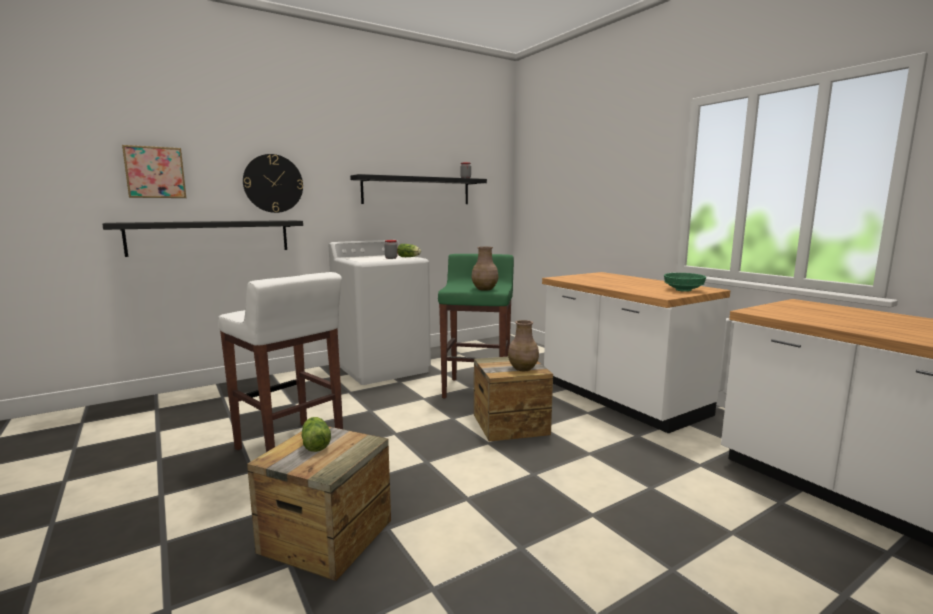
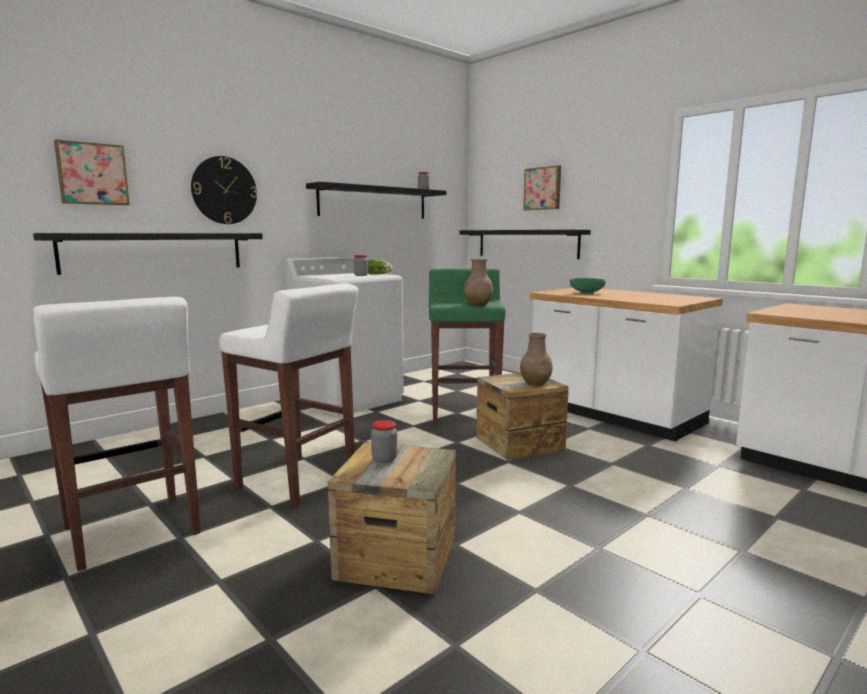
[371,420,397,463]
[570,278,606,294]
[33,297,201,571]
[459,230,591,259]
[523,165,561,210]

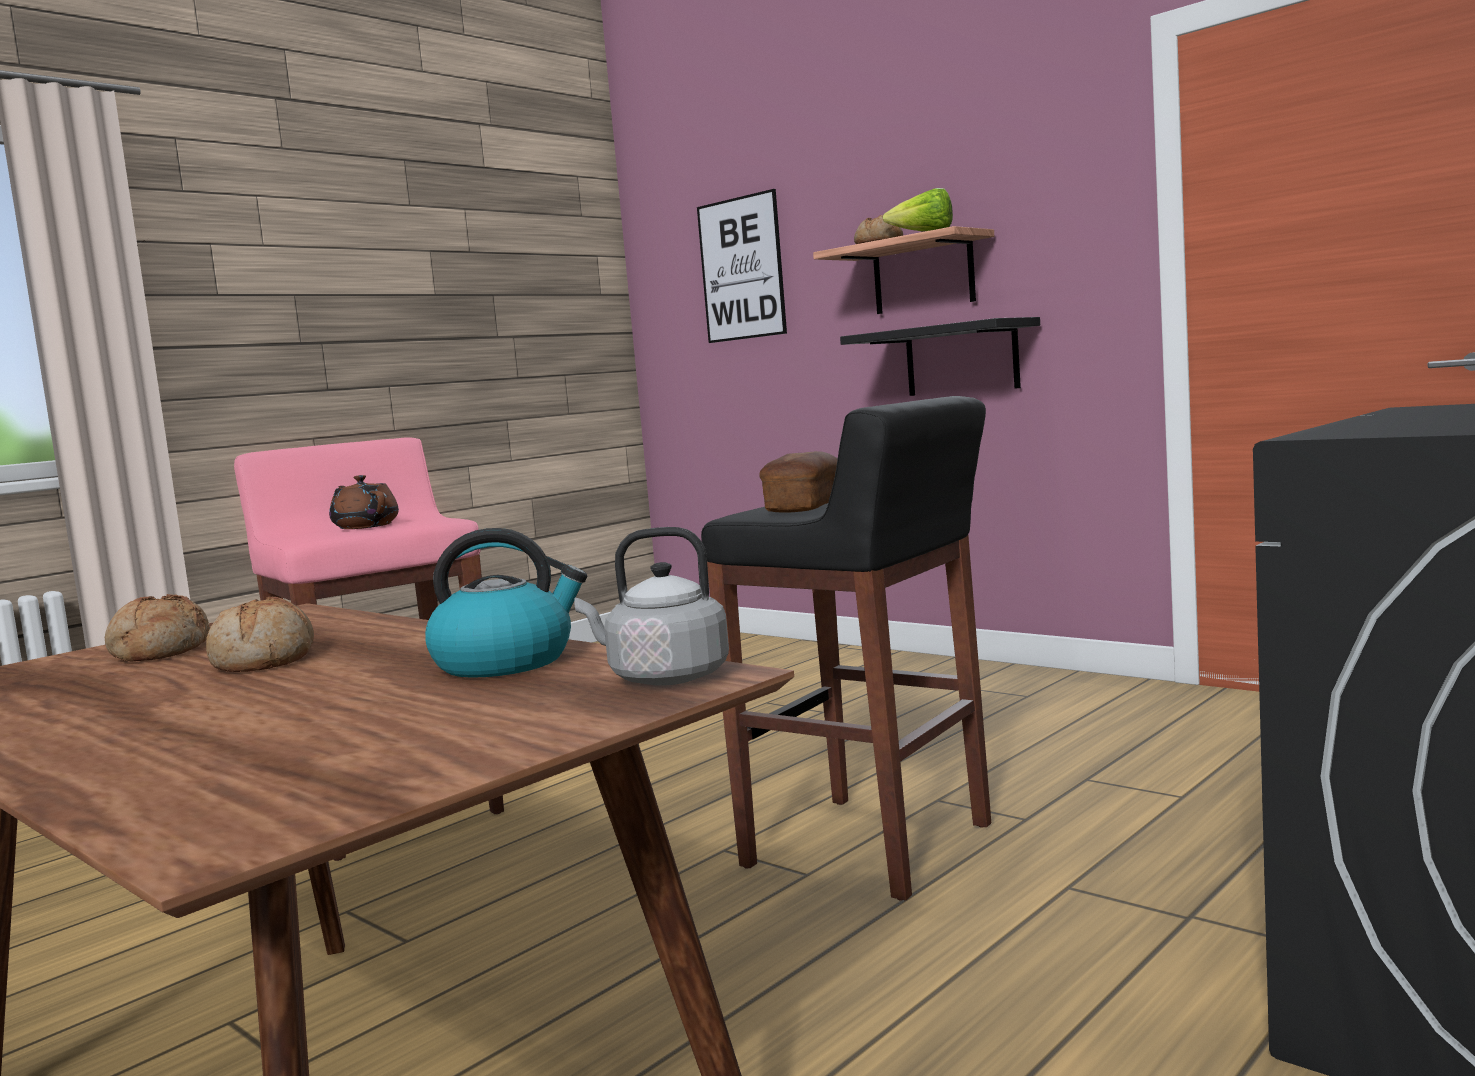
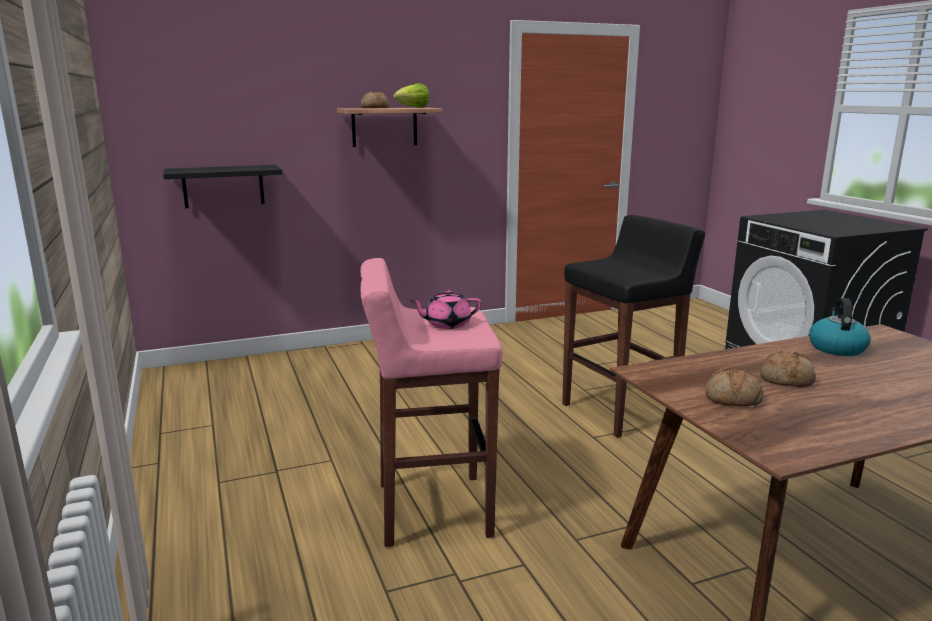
[410,290,481,329]
[574,527,729,686] (first image)
[697,189,787,343] (first image)
[759,451,838,513] (first image)
[163,165,283,208]

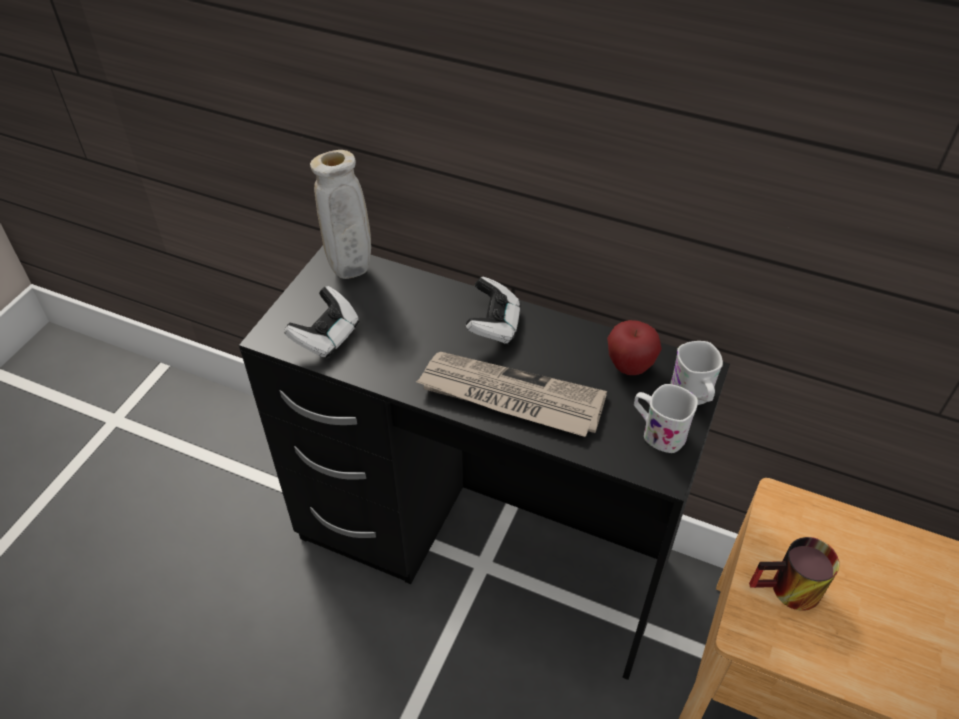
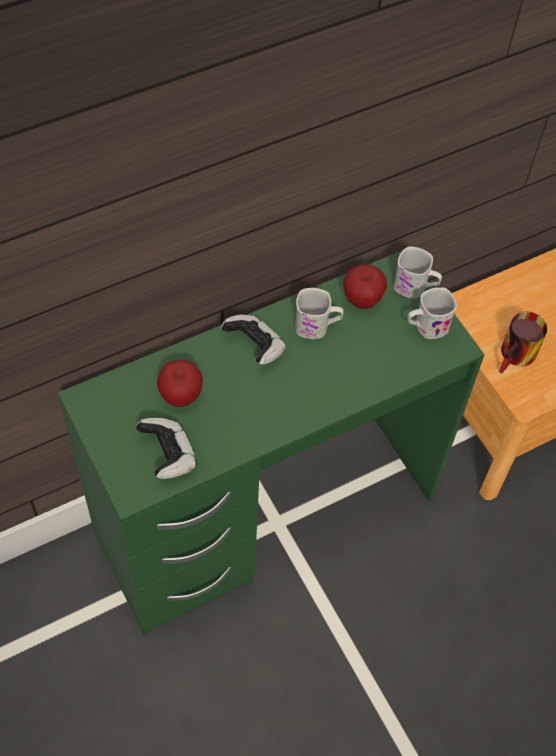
[58,250,485,635]
[310,150,371,279] (first image)
[416,352,607,437] (first image)
[157,360,203,407]
[295,288,344,339]

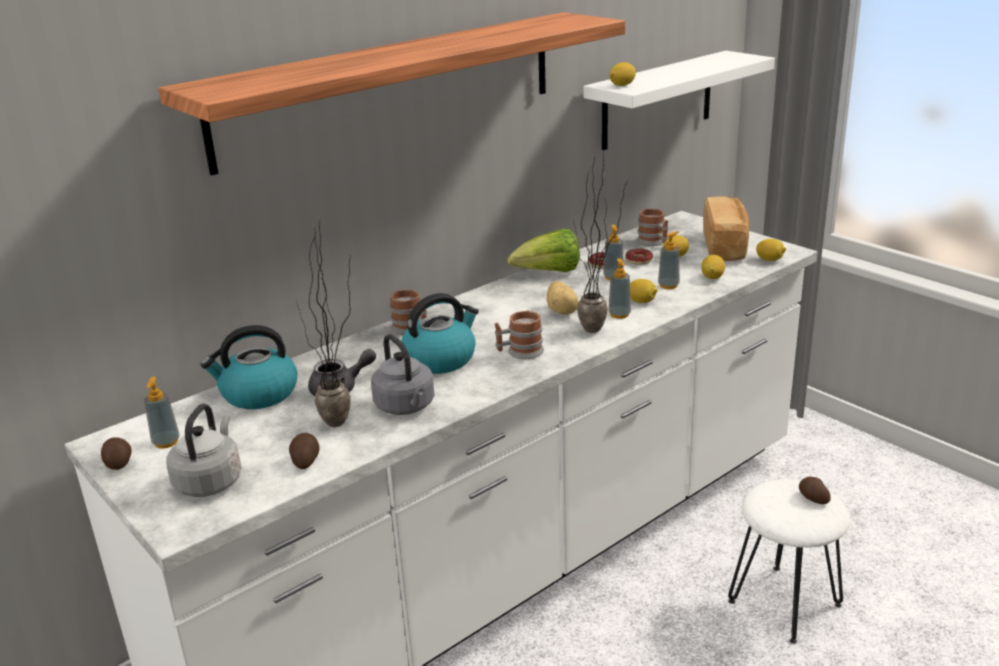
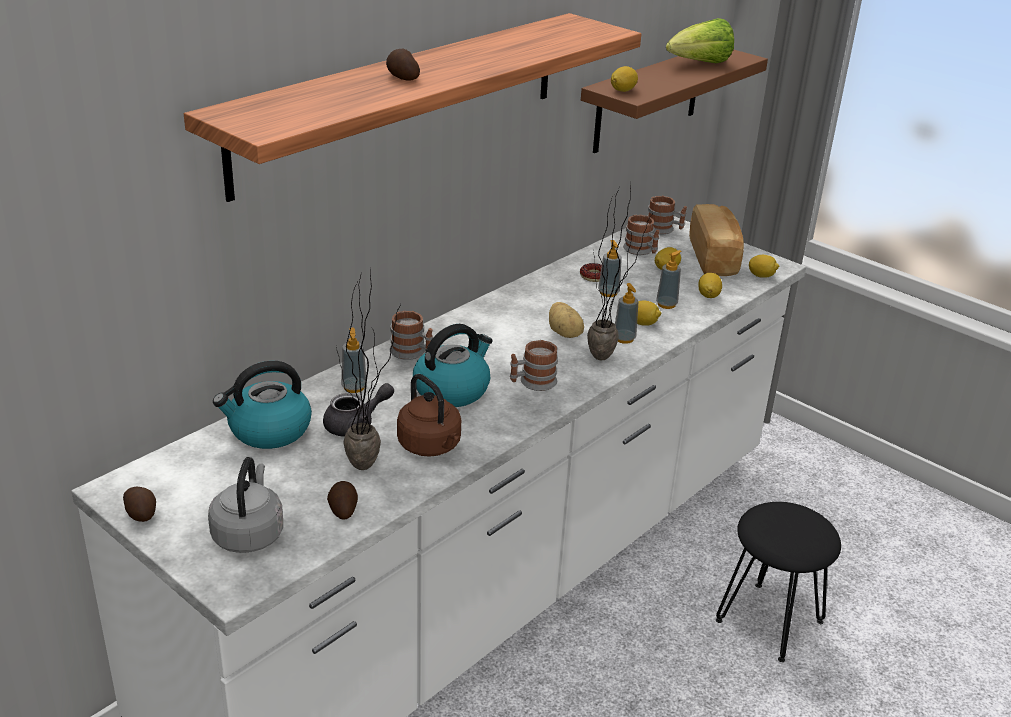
[341,328,366,393]
[397,374,461,457]
[666,18,734,63]
[581,49,768,153]
[625,248,653,265] (first image)
[716,502,841,662]
[386,49,420,81]
[647,196,687,234]

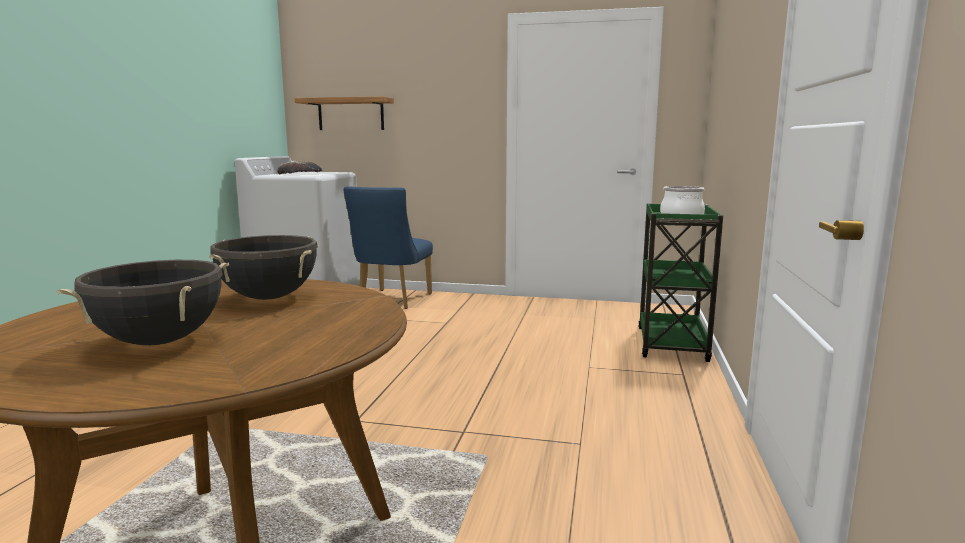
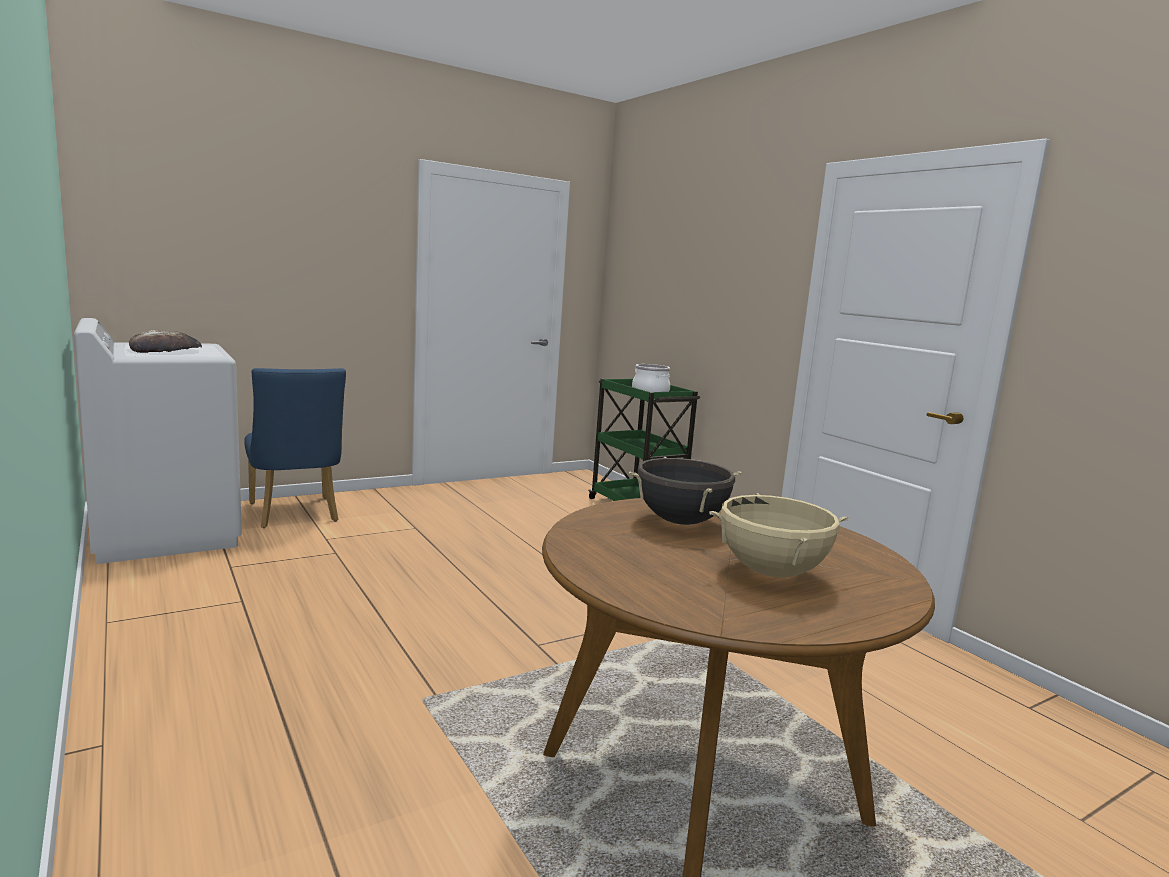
[709,493,849,577]
[294,96,394,130] (first image)

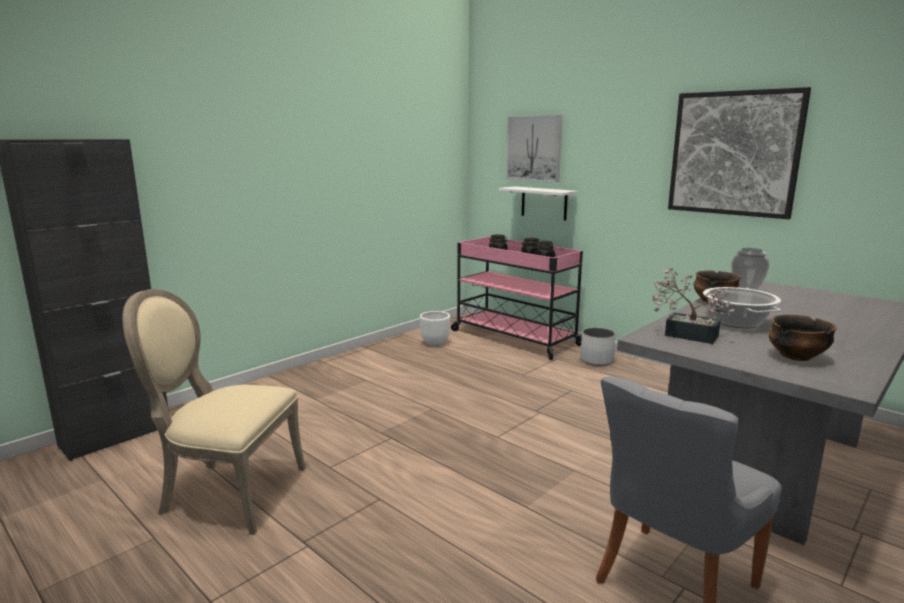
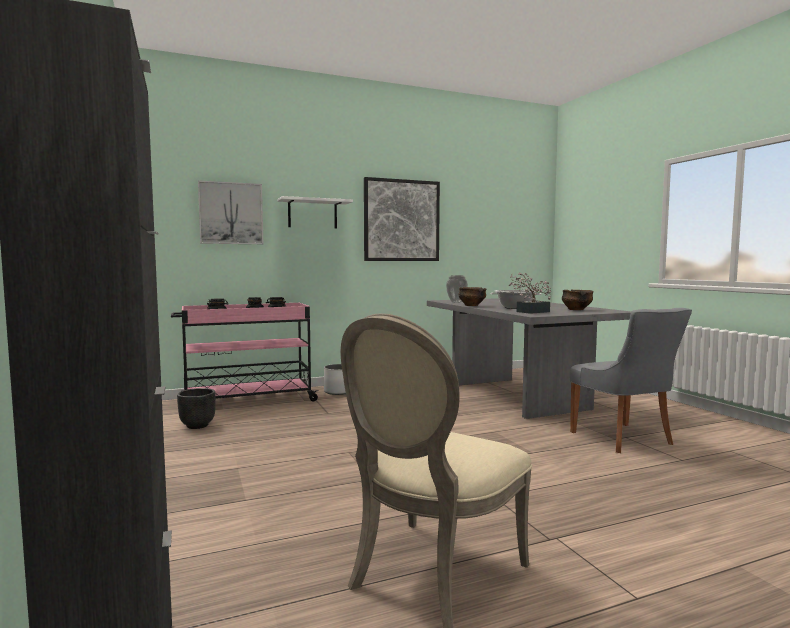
[177,388,216,429]
[277,196,353,228]

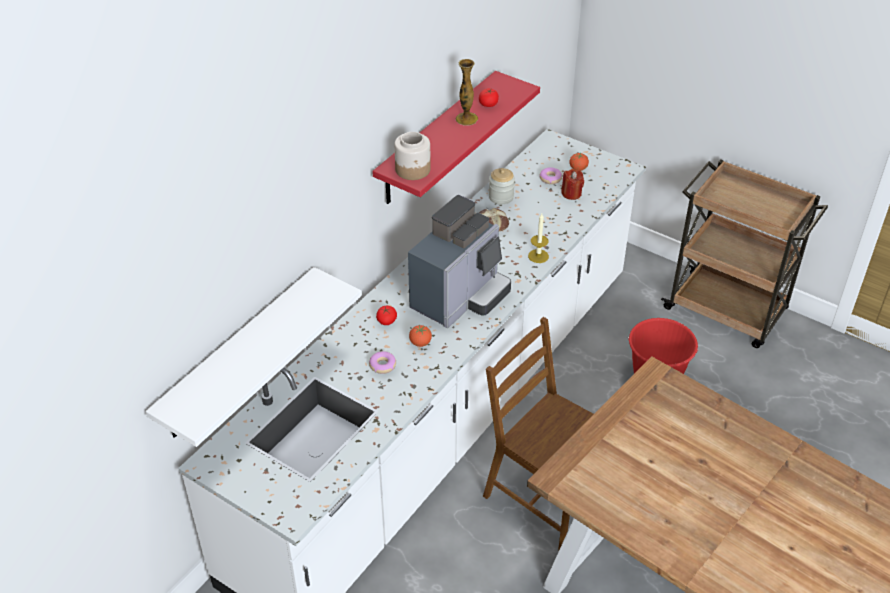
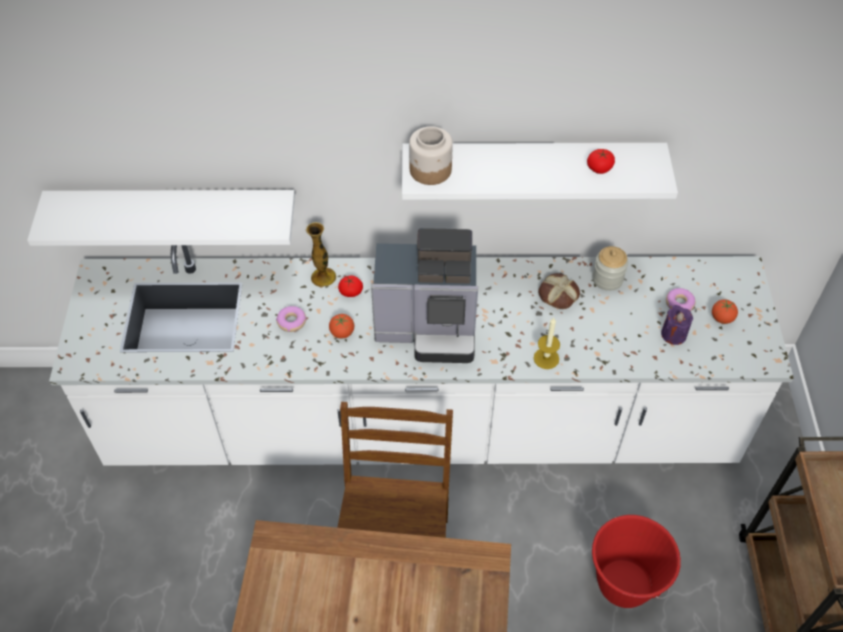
[402,143,678,200]
[306,222,337,287]
[661,305,693,345]

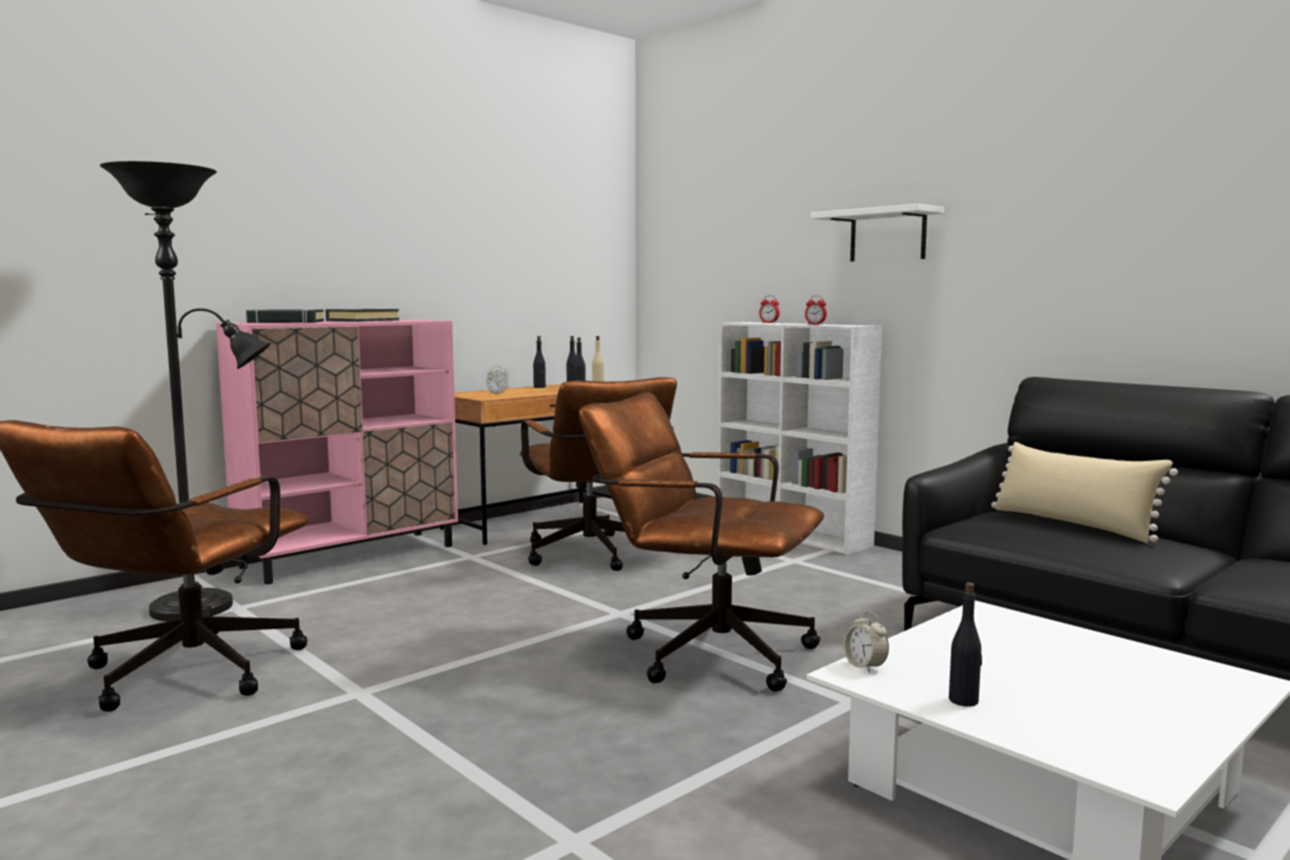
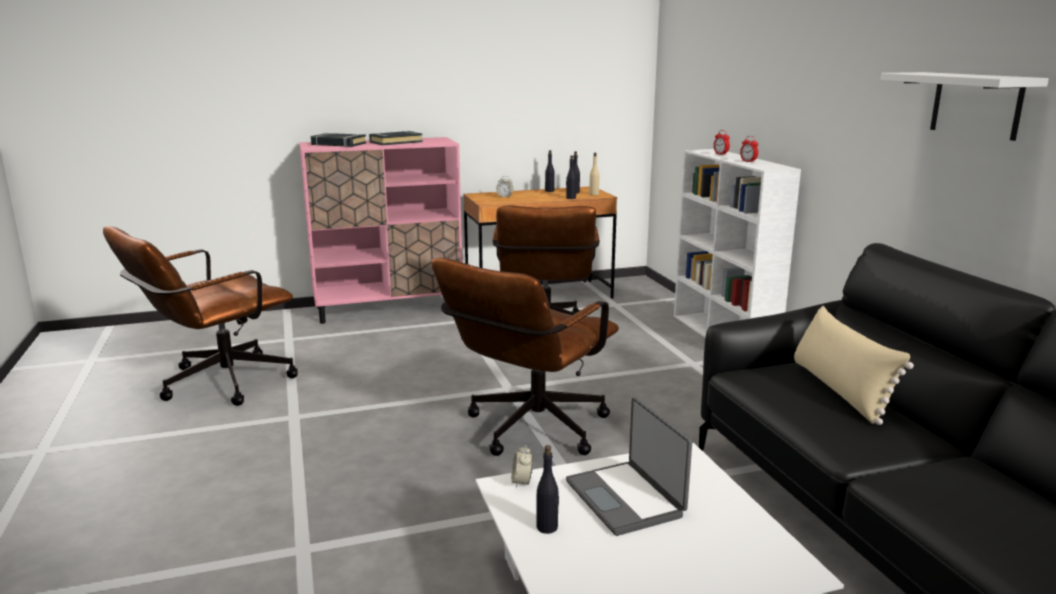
[100,161,271,621] (first image)
[431,258,619,456]
[880,72,1049,141]
[566,397,692,536]

